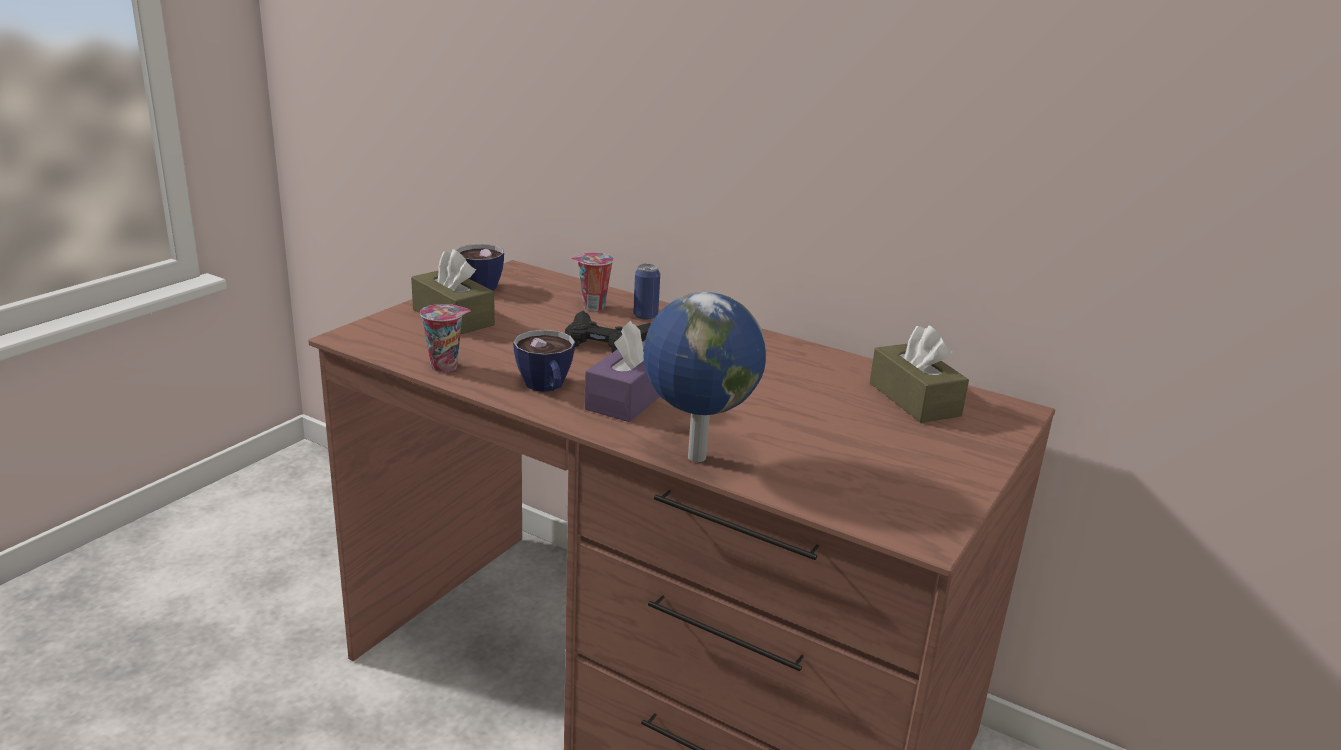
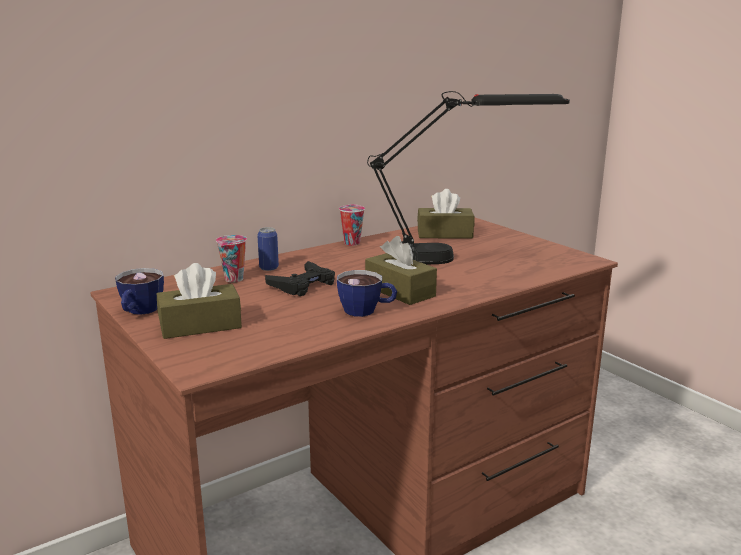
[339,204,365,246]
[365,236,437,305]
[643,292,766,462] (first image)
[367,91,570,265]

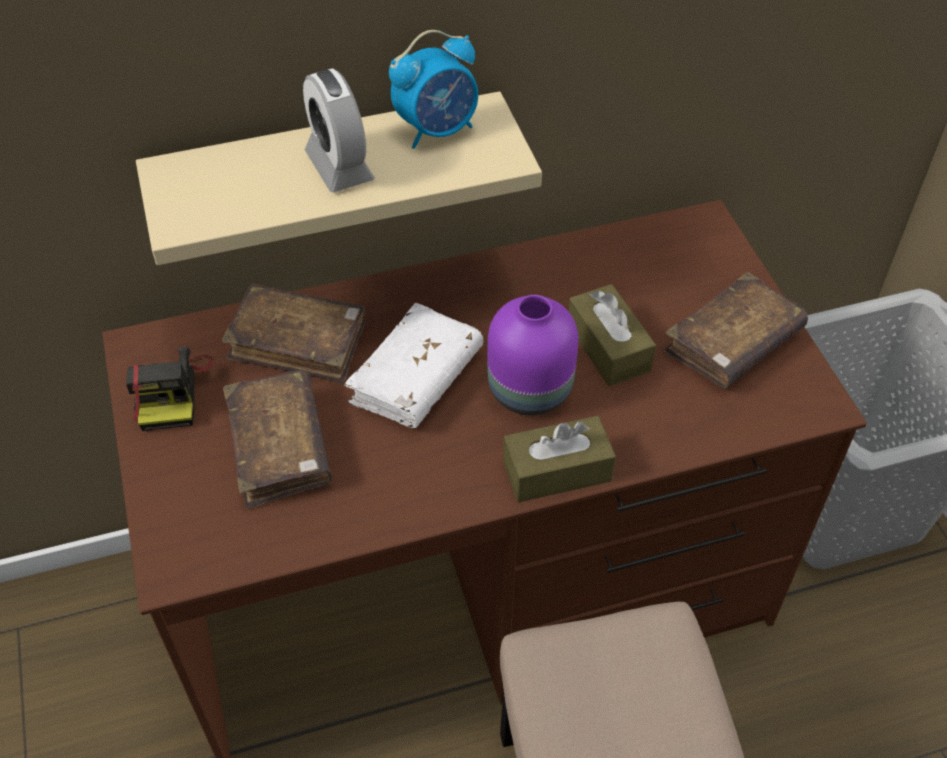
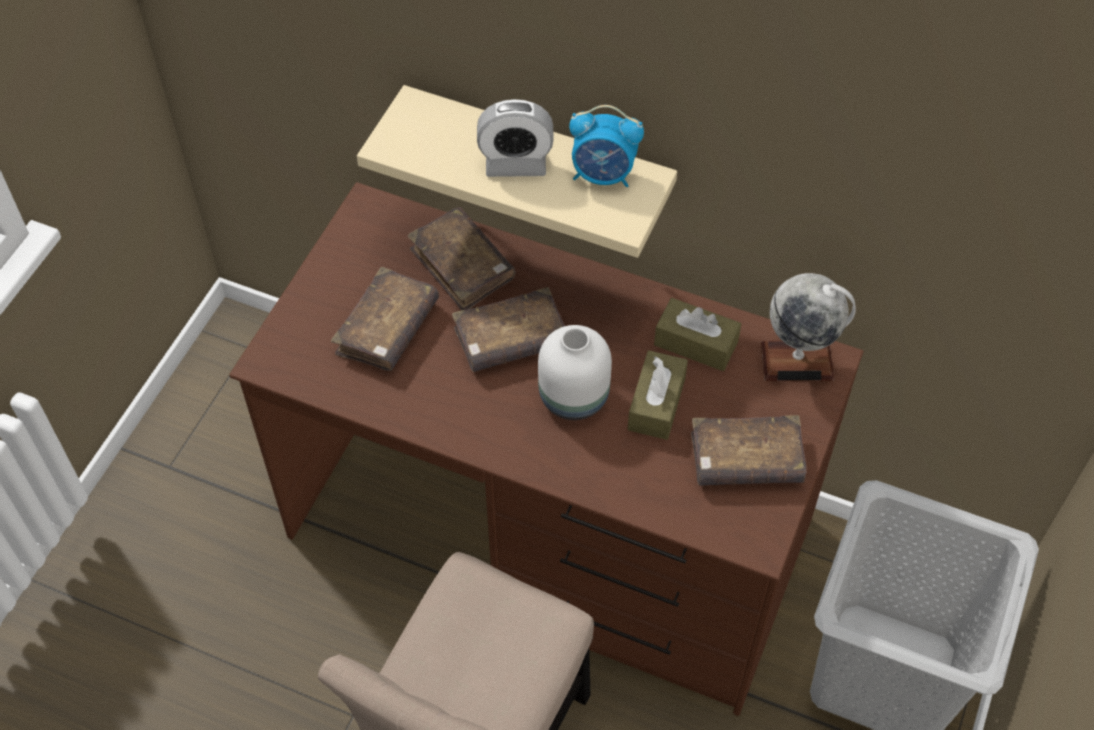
[126,347,212,431] (first image)
[477,99,554,177]
[452,287,565,372]
[538,325,612,420]
[654,298,741,371]
[761,273,856,381]

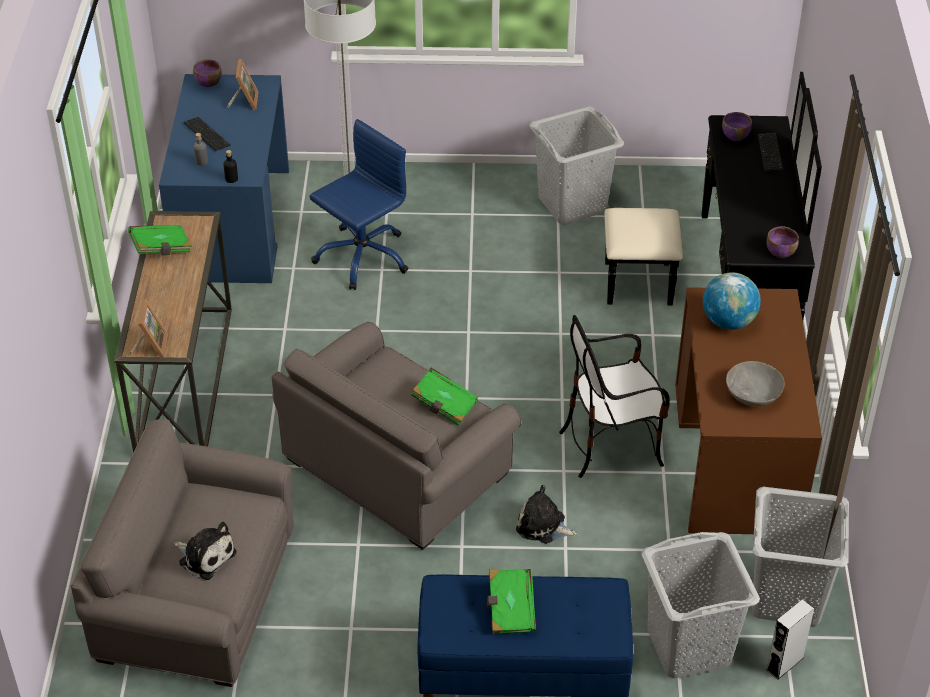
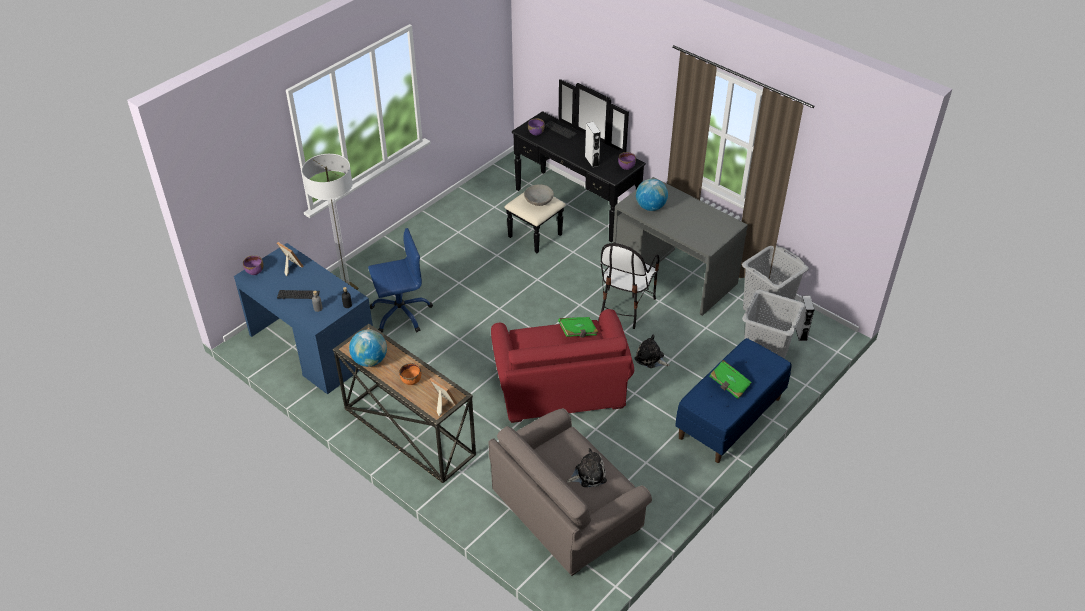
[349,329,387,367]
[491,309,634,423]
[368,228,433,333]
[635,335,670,368]
[529,106,624,225] (first image)
[613,177,748,316]
[524,184,554,206]
[399,363,422,385]
[585,122,601,168]

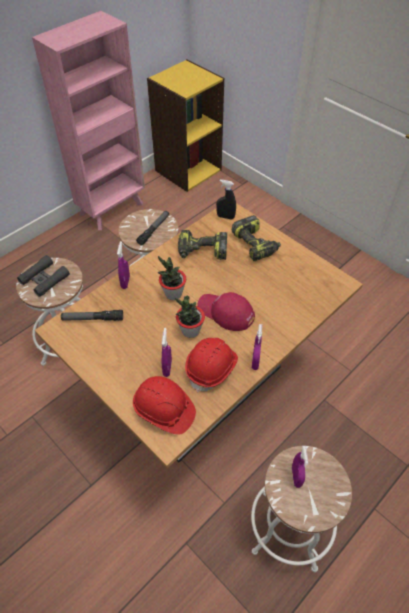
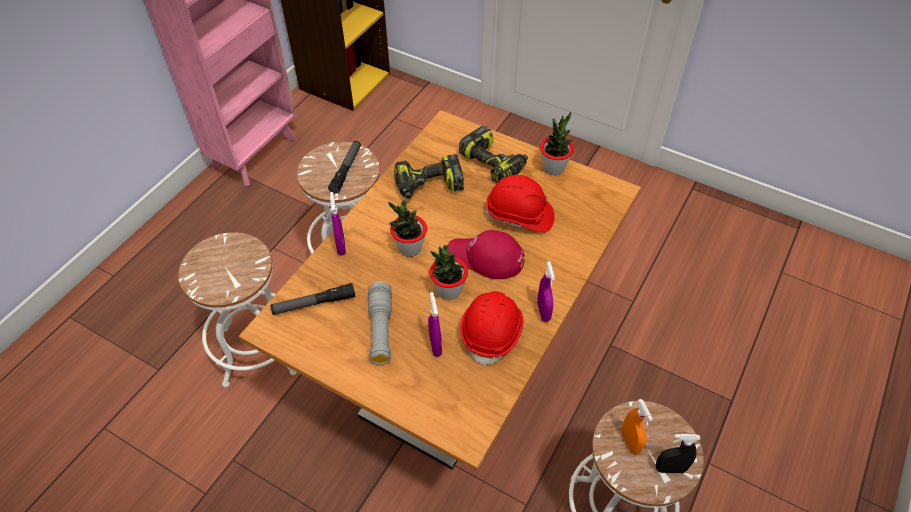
[17,255,70,297] (first image)
[485,175,555,232]
[656,434,700,473]
[621,399,653,455]
[368,281,392,365]
[540,112,574,175]

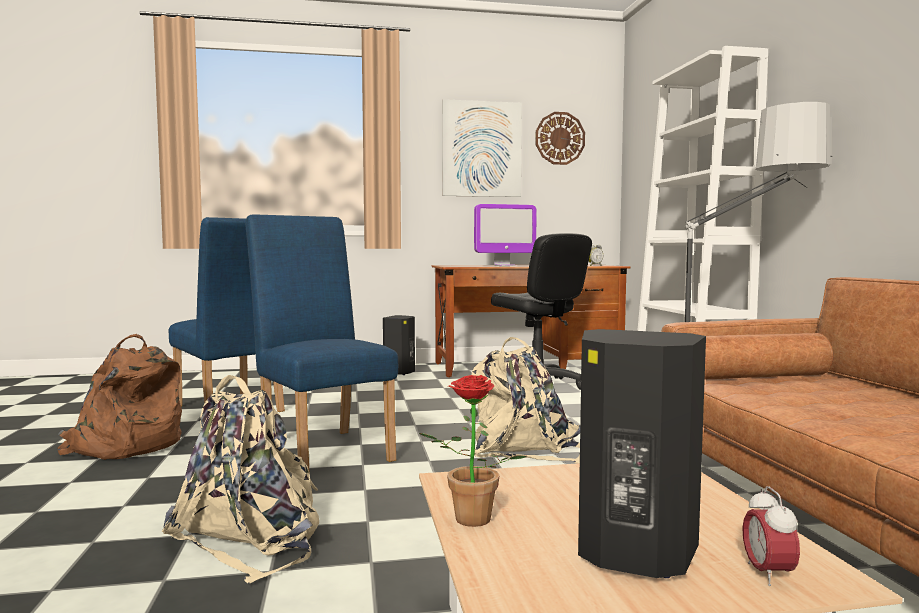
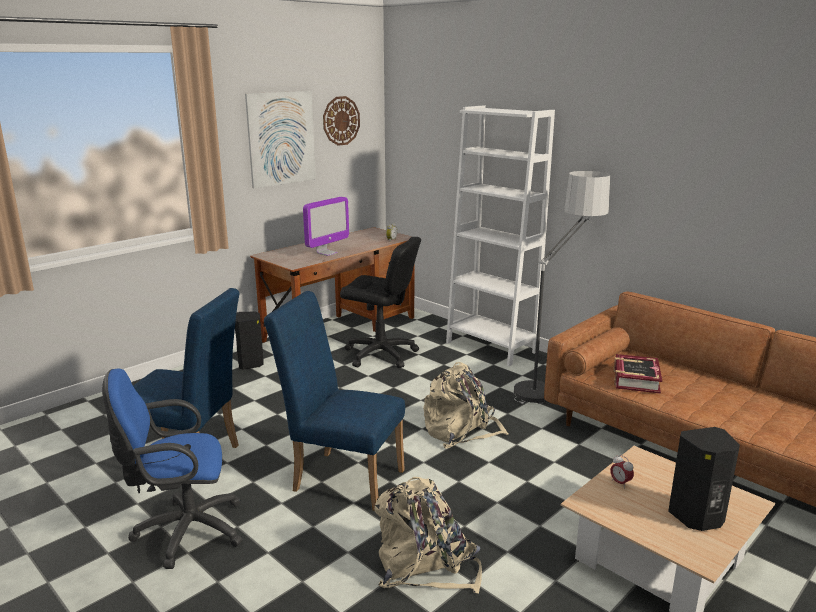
[102,369,243,569]
[419,375,526,527] (first image)
[610,455,634,488]
[614,354,662,393]

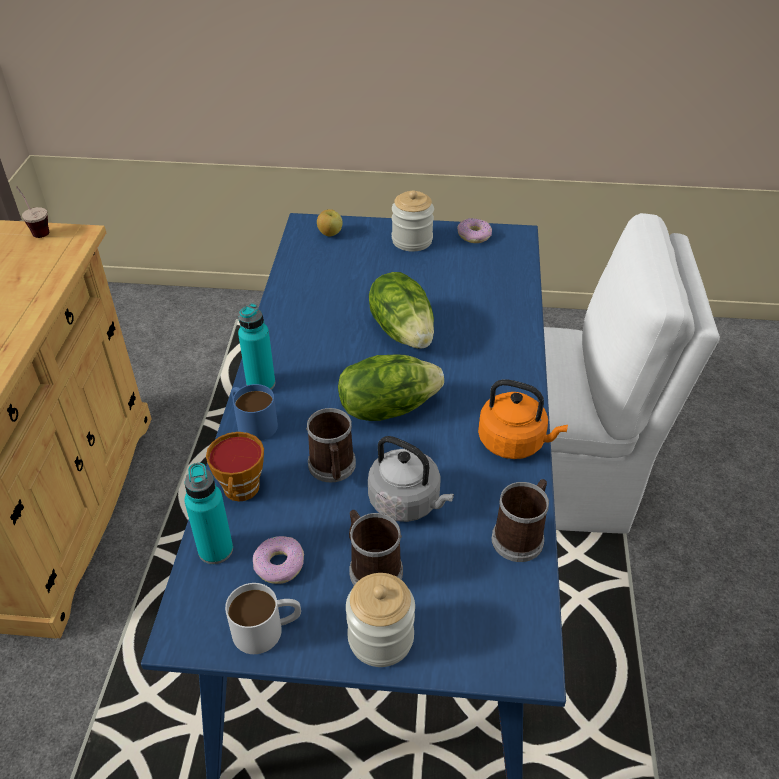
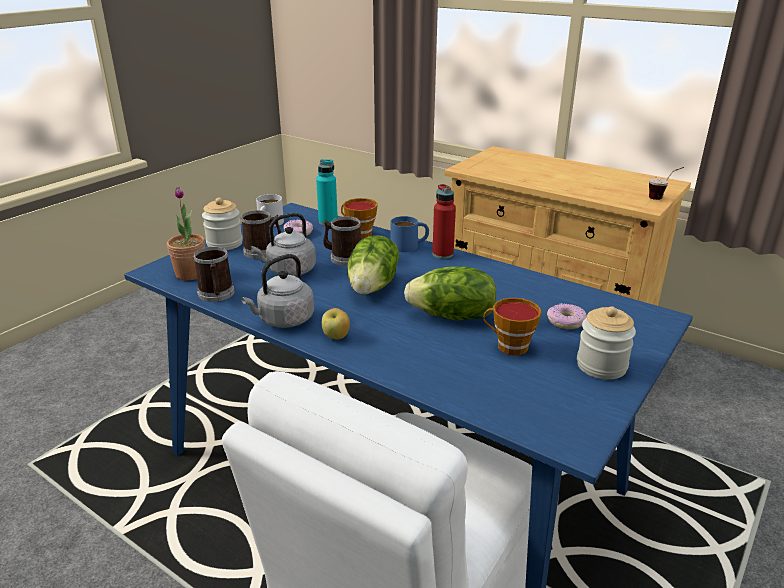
[432,184,456,259]
[322,308,350,340]
[547,303,587,329]
[241,254,314,328]
[167,187,205,280]
[483,298,542,356]

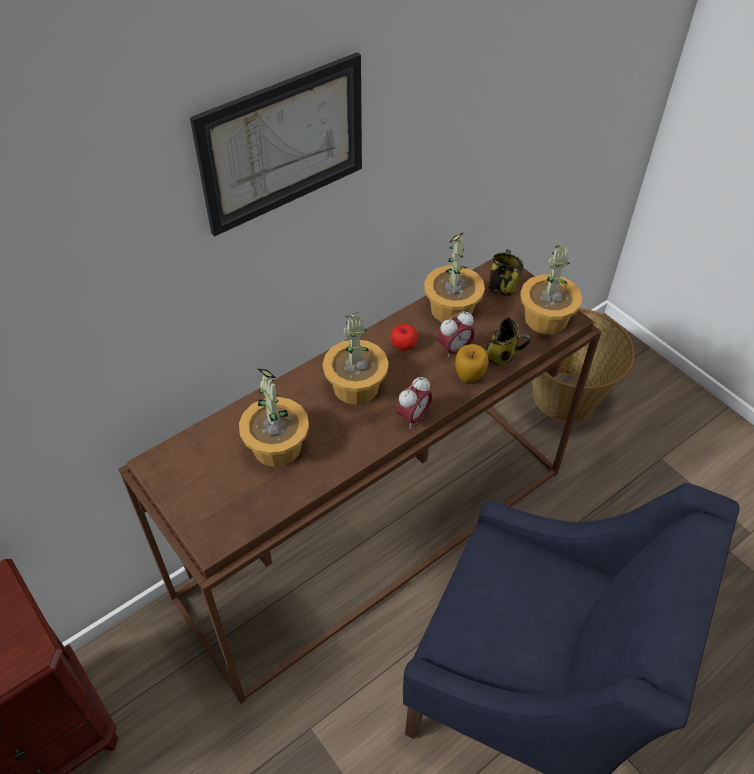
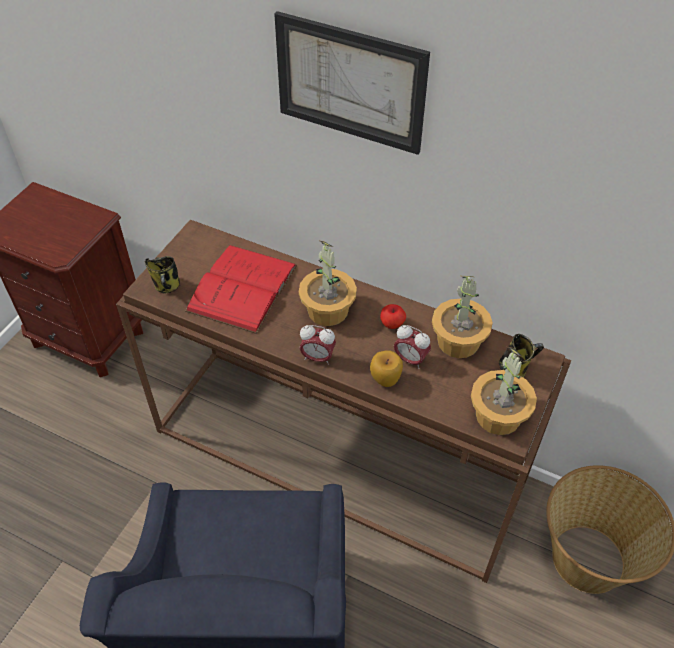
[185,245,297,334]
[145,256,180,294]

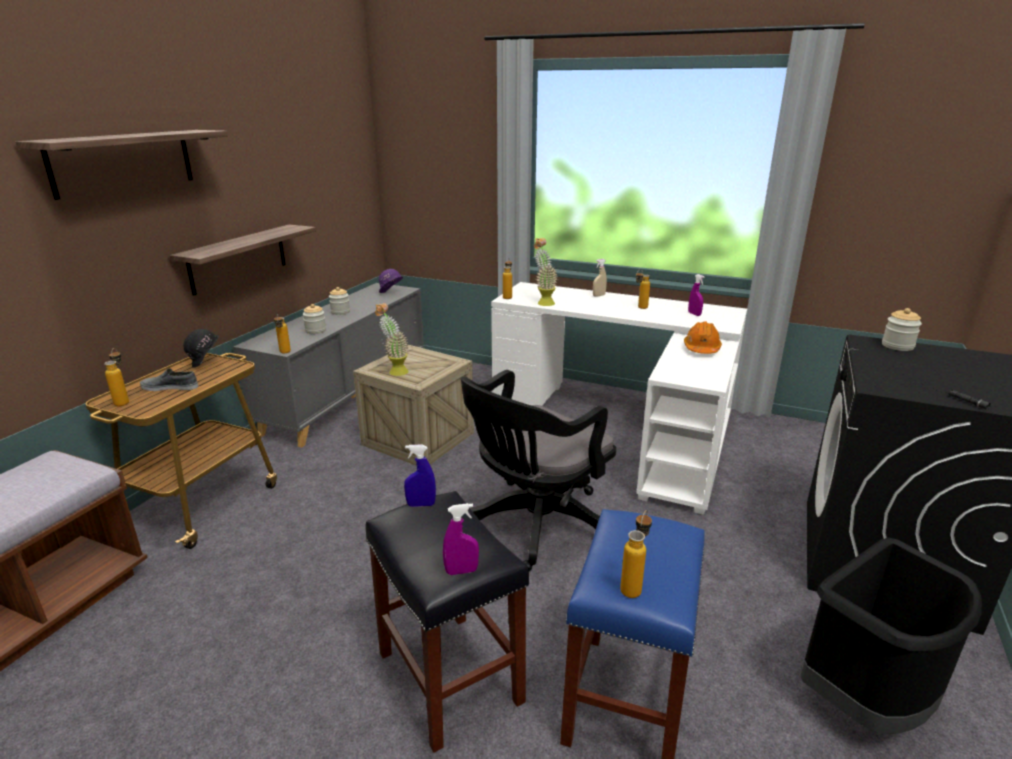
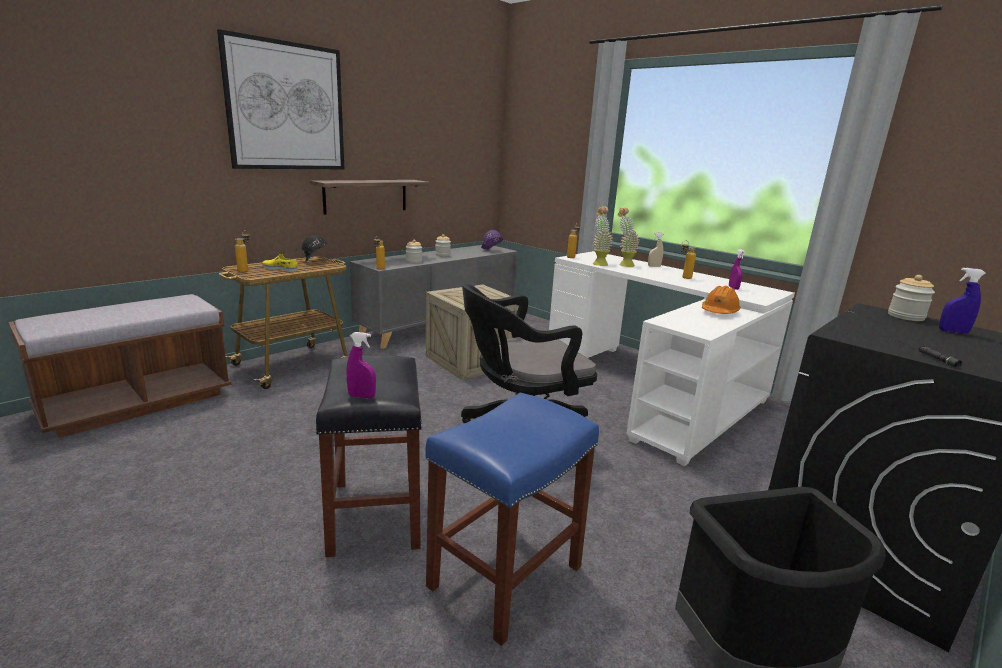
[217,29,344,169]
[262,254,298,272]
[618,207,639,267]
[939,267,986,334]
[620,510,652,598] (first image)

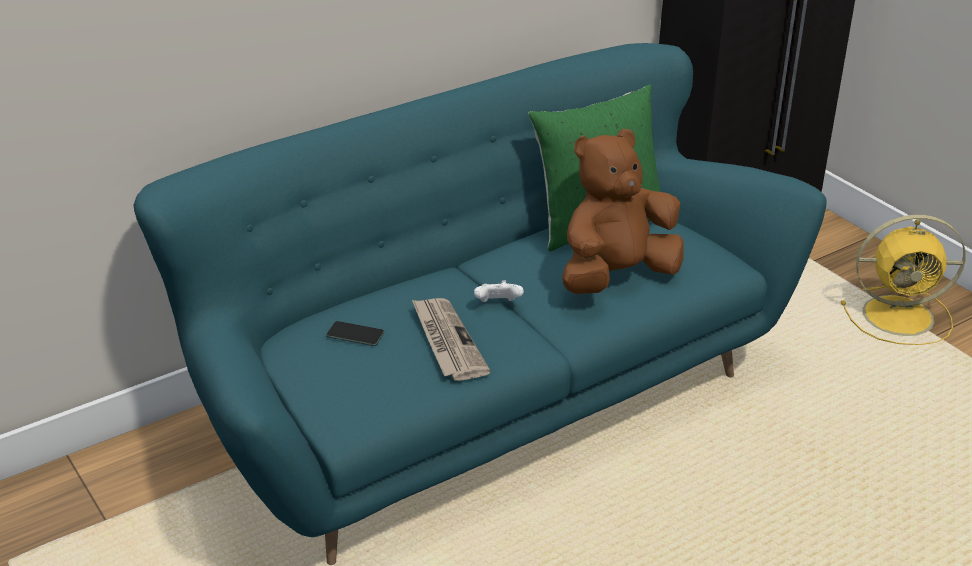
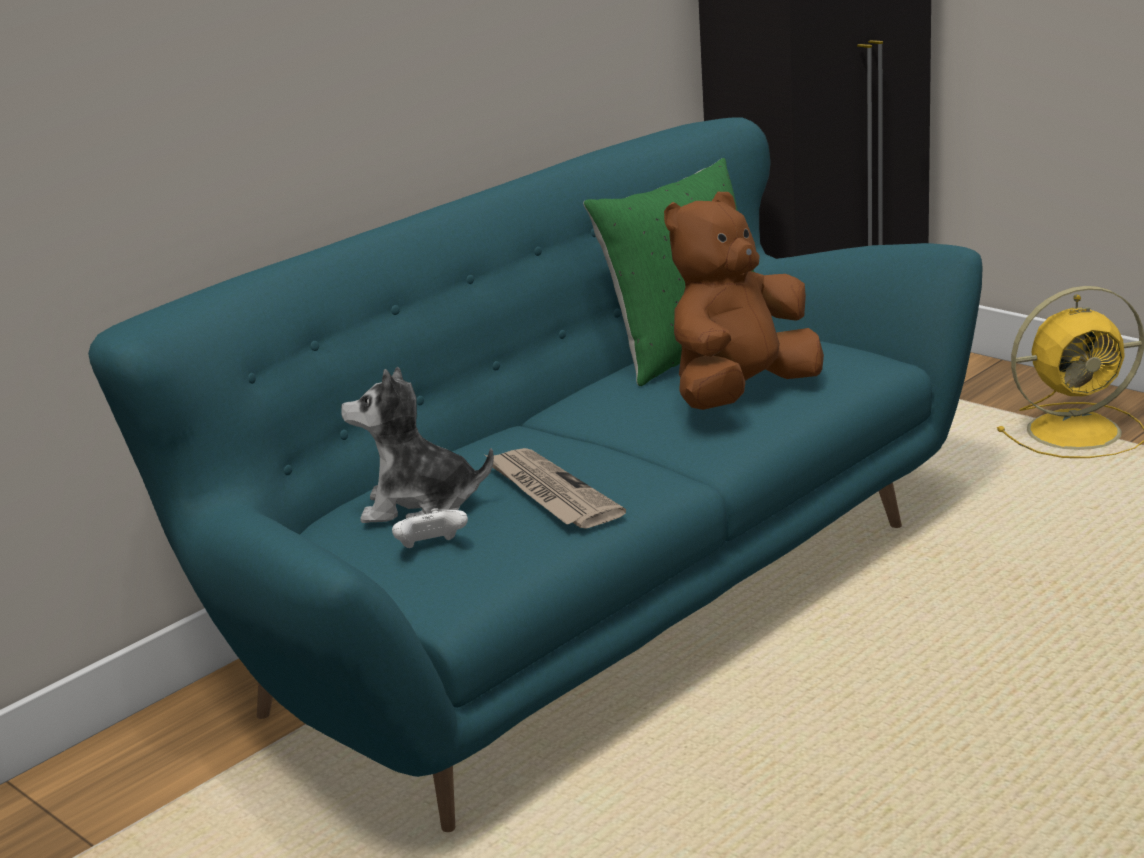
[341,367,494,523]
[392,508,468,548]

